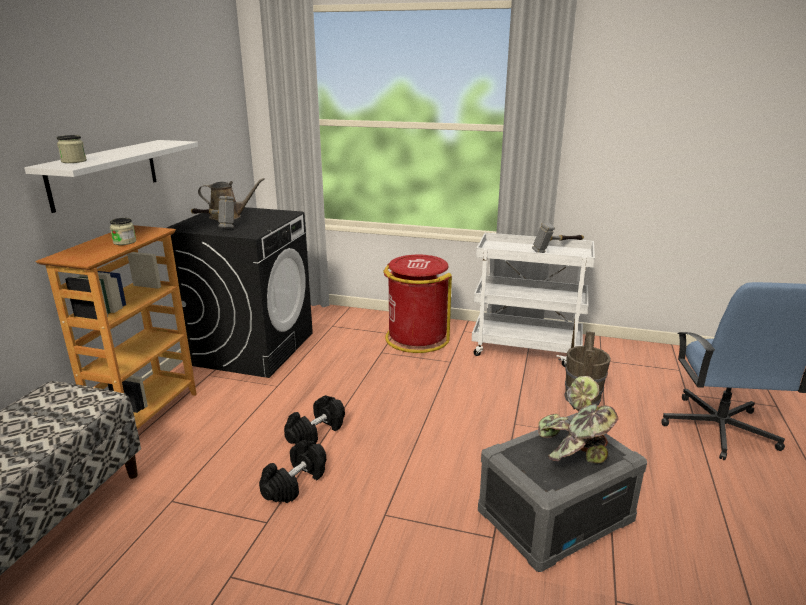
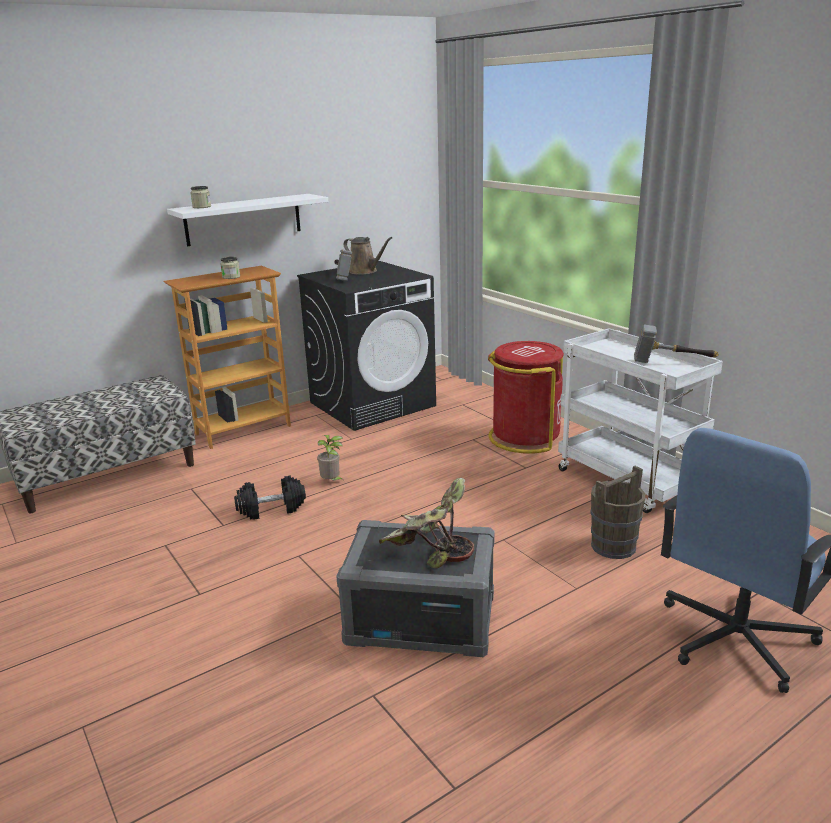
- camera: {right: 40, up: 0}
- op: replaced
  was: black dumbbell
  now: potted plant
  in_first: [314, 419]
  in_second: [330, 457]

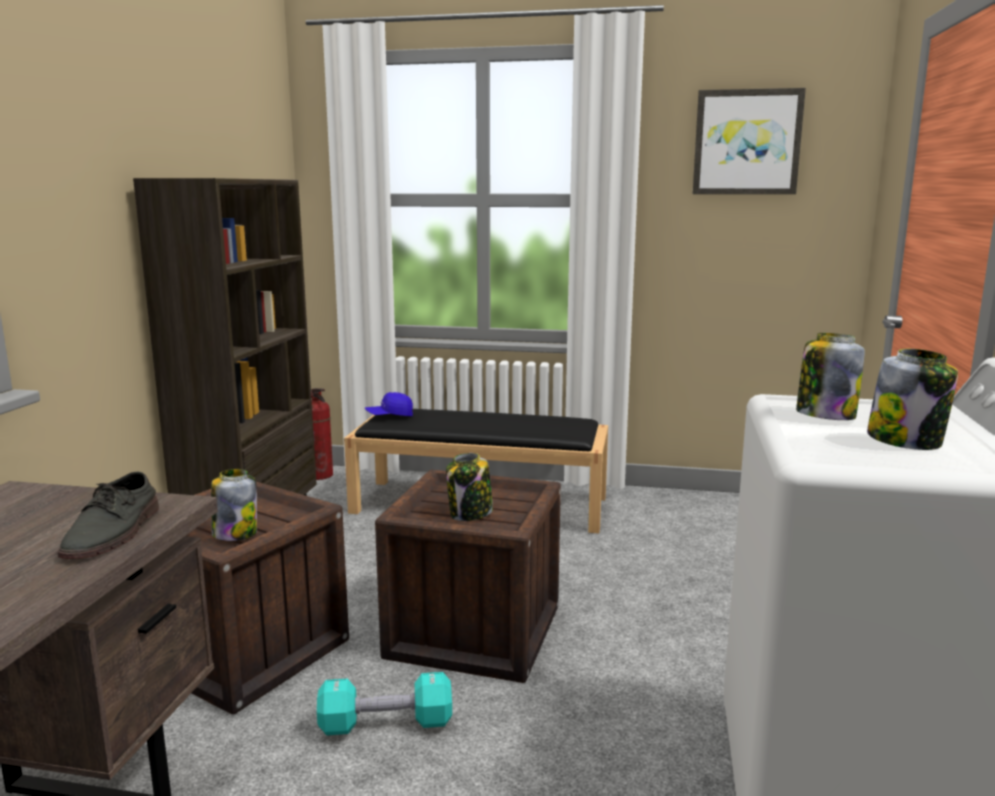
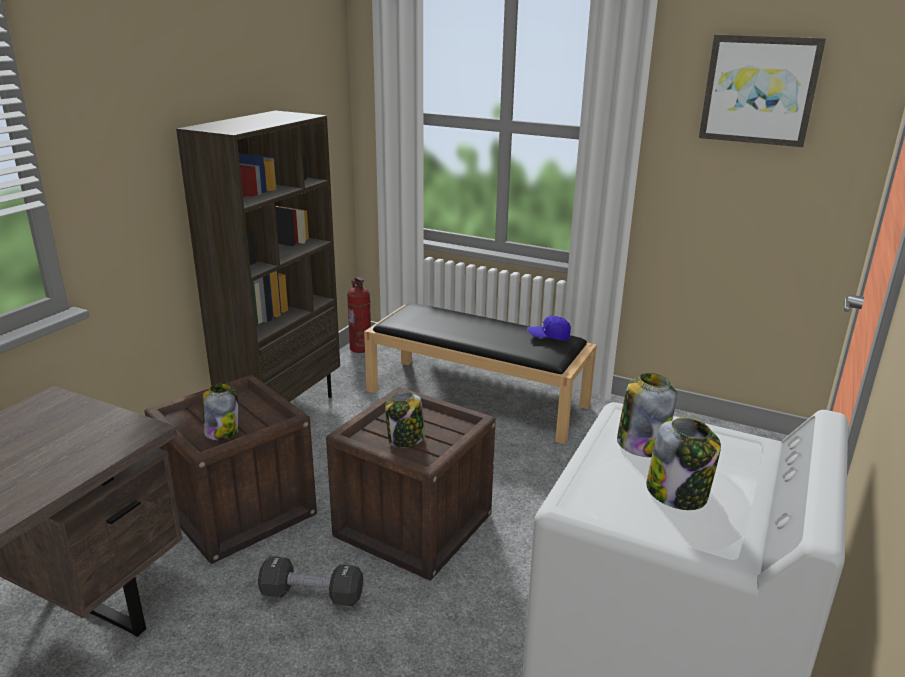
- camera: {right: 15, up: 10}
- op: removed
  was: grey shoe
  in_first: [108, 515]
- op: moved
  was: blue cap
  in_first: [389, 404]
  in_second: [549, 328]
- op: recoloured
  was: turquoise dumbbell
  now: black dumbbell
  in_first: [384, 703]
  in_second: [310, 581]

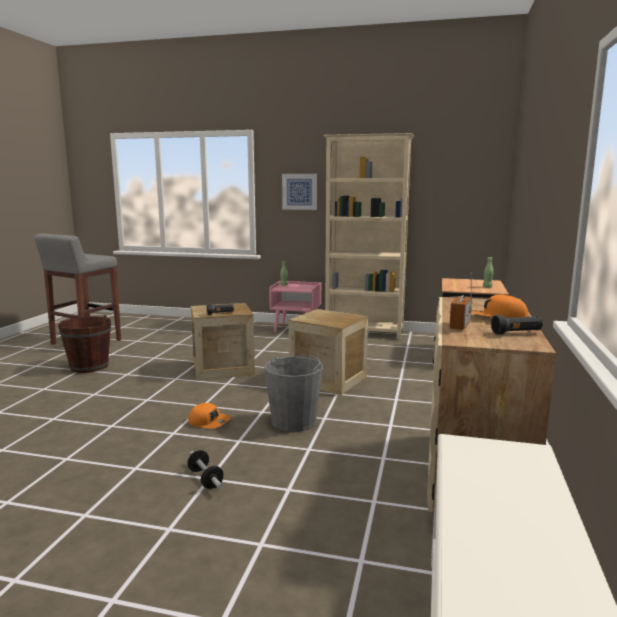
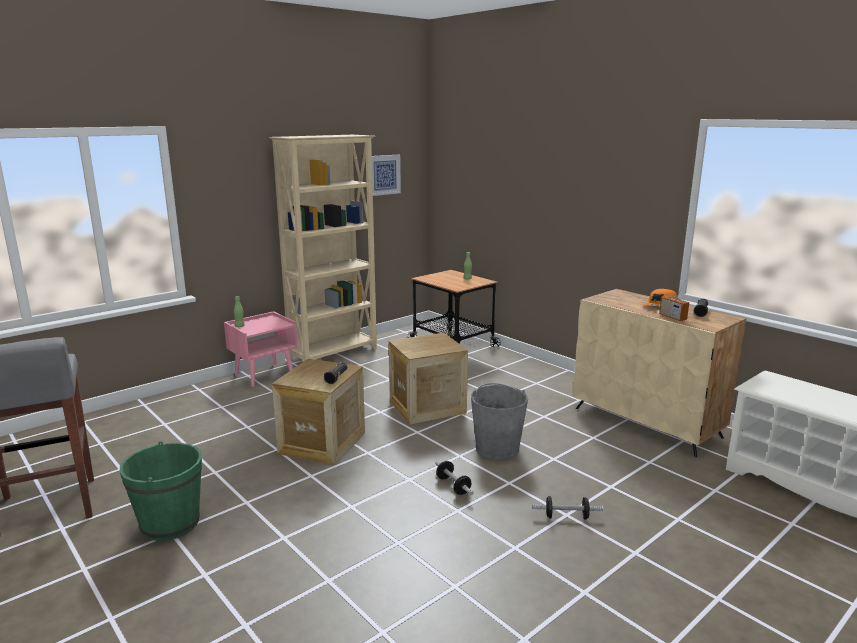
- camera: {right: -55, up: 5}
- op: moved
  was: picture
  in_first: [299, 192]
  in_second: [386, 175]
- op: replaced
  was: orange cap
  now: dumbbell
  in_first: [209, 416]
  in_second: [454, 478]
- op: recoloured
  was: brown bucket
  now: green bucket
  in_first: [84, 344]
  in_second: [161, 491]

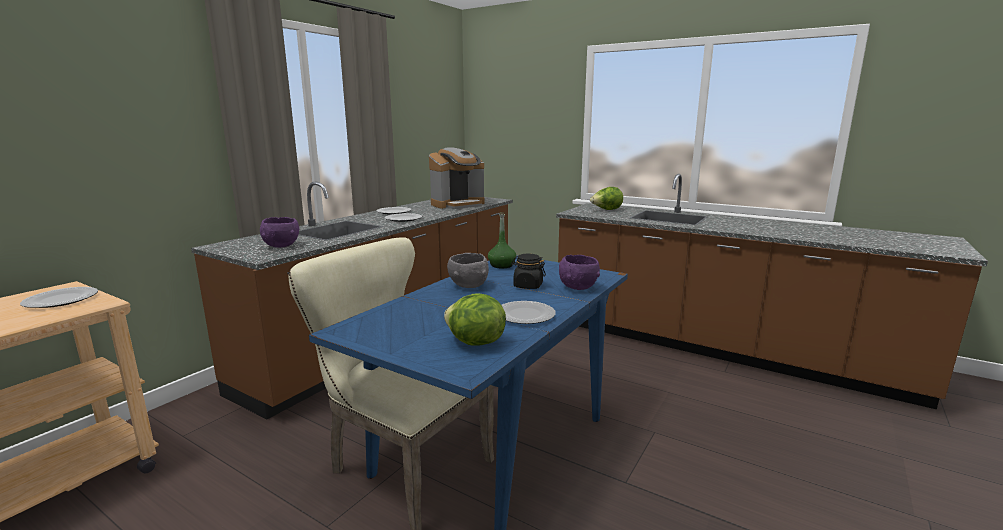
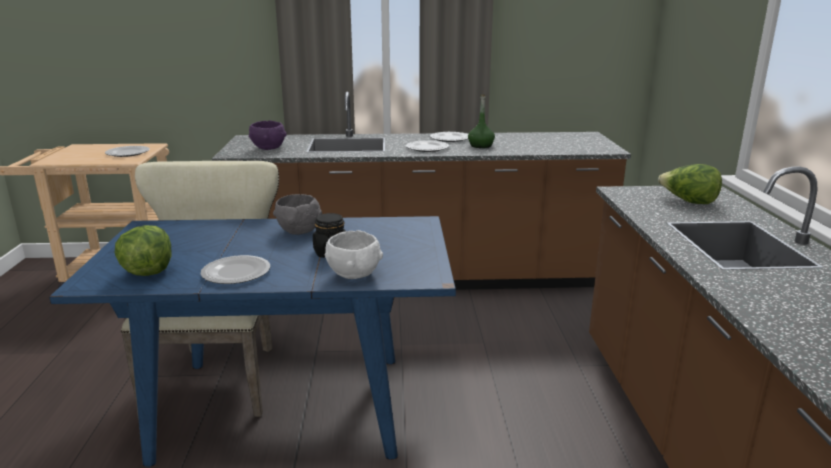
- camera: {right: 55, up: 5}
- op: removed
  was: coffee machine
  in_first: [457, 178]
- op: moved
  was: green bottle
  in_first: [502, 240]
  in_second: [481, 121]
- op: recoloured
  was: purple bowl
  now: white bowl
  in_first: [579, 272]
  in_second: [354, 254]

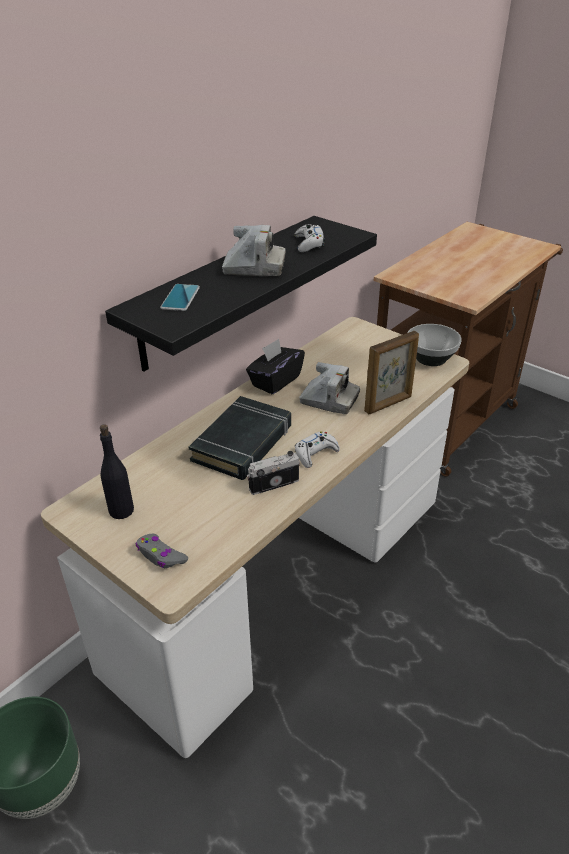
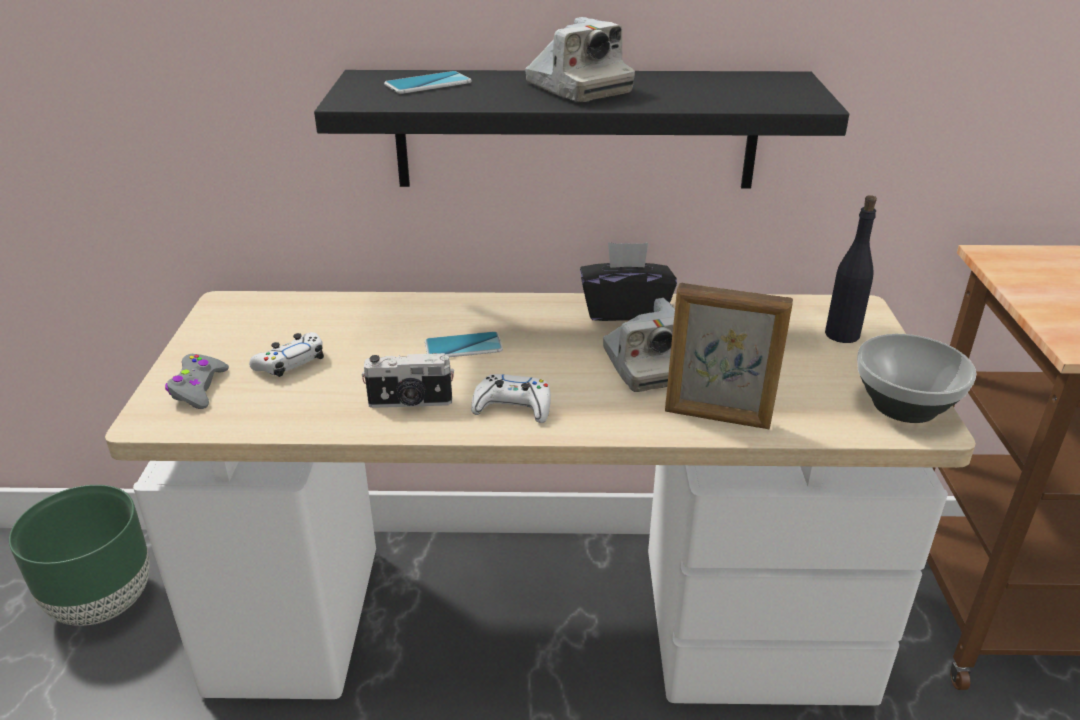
- camera: {right: 50, up: -5}
- op: moved
  was: black bottle
  in_first: [117, 471]
  in_second: [851, 269]
- op: moved
  was: white game controller
  in_first: [309, 238]
  in_second: [286, 354]
- op: replaced
  was: black book
  now: phone
  in_first: [240, 438]
  in_second: [464, 344]
- op: turned
  was: photo camera
  in_first: [273, 473]
  in_second: [408, 380]
  clockwise: 150

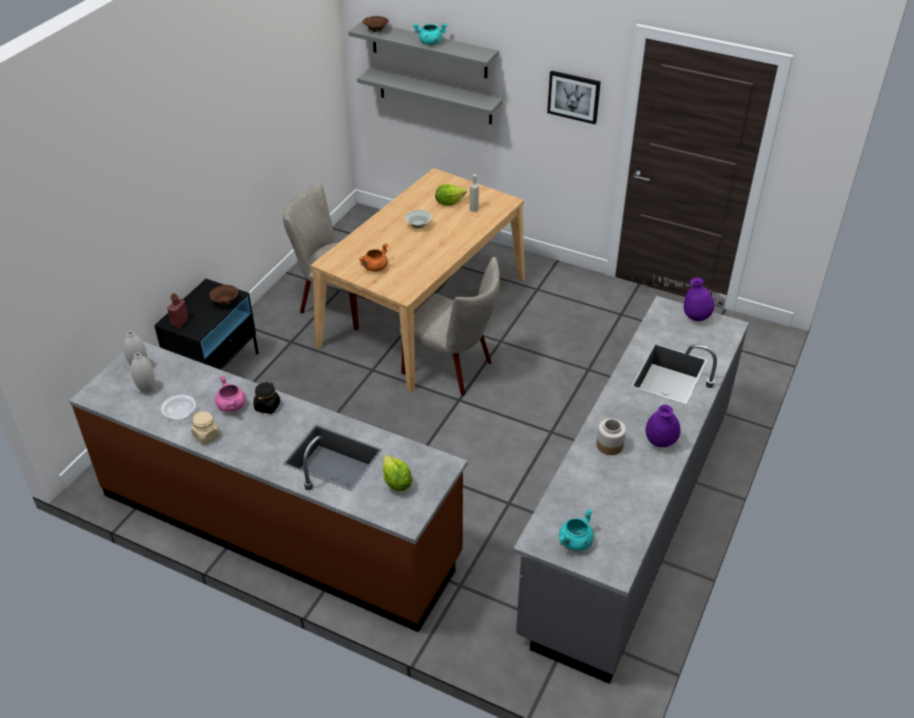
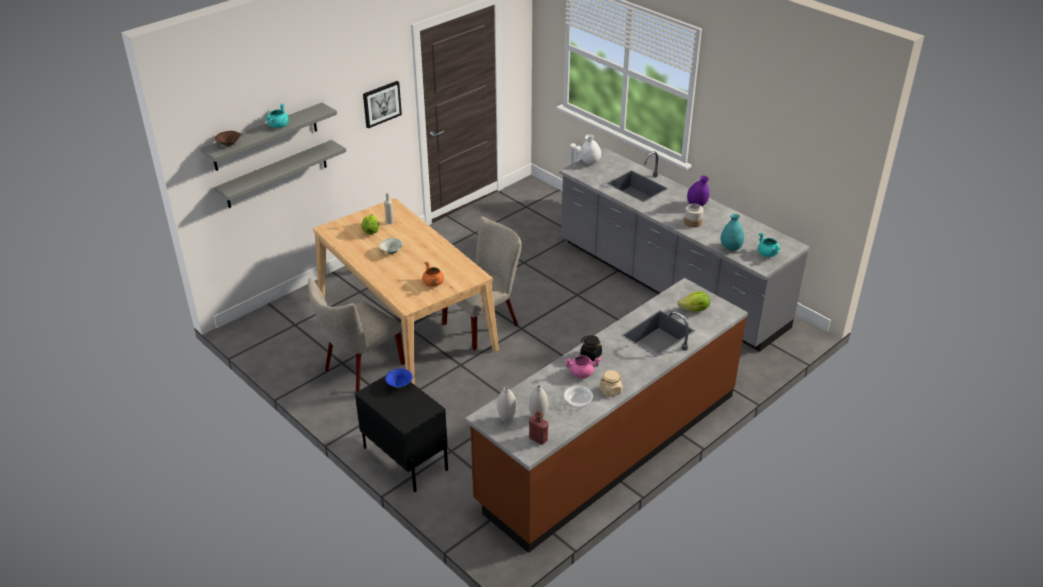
- camera: {right: -70, up: -5}
- op: added
  now: turquoise vase
  in_second: [732, 232]
- op: moved
  was: red bottle
  in_first: [177, 310]
  in_second: [539, 427]
- op: recoloured
  was: brown bowl
  now: blue bowl
  in_first: [223, 295]
  in_second: [399, 378]
- op: recoloured
  was: purple vase
  now: white vase
  in_first: [699, 299]
  in_second: [591, 149]

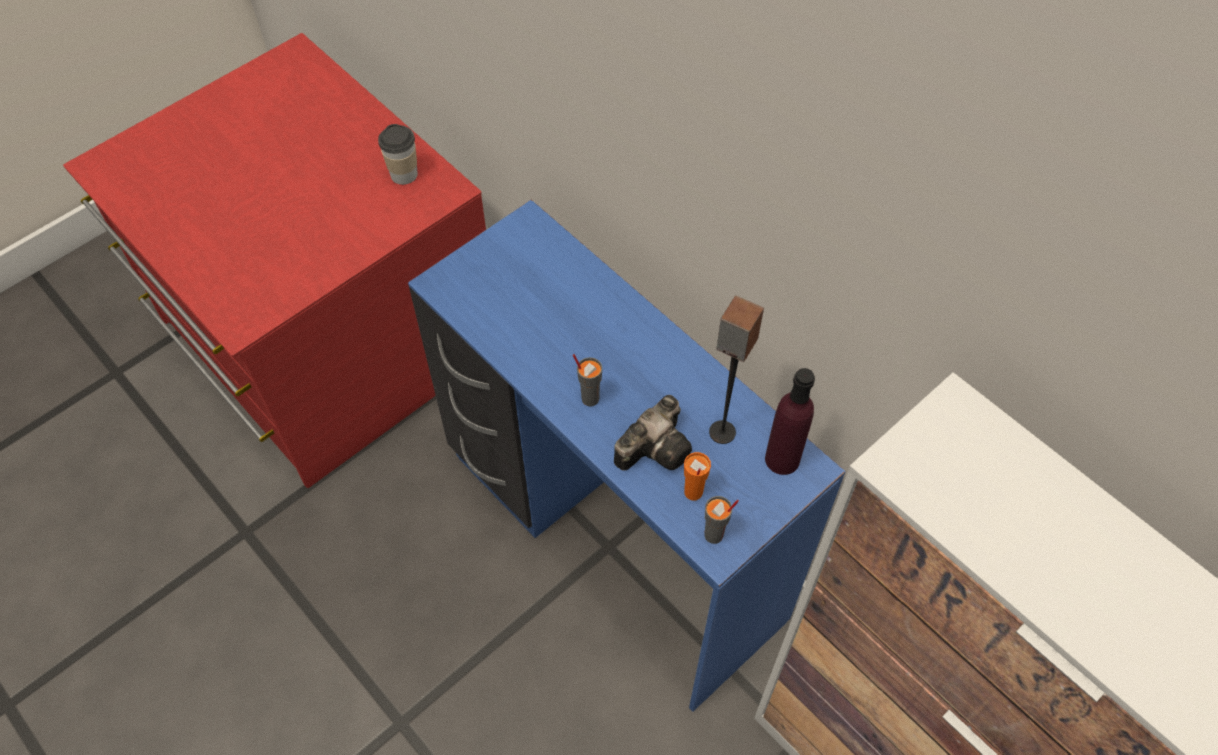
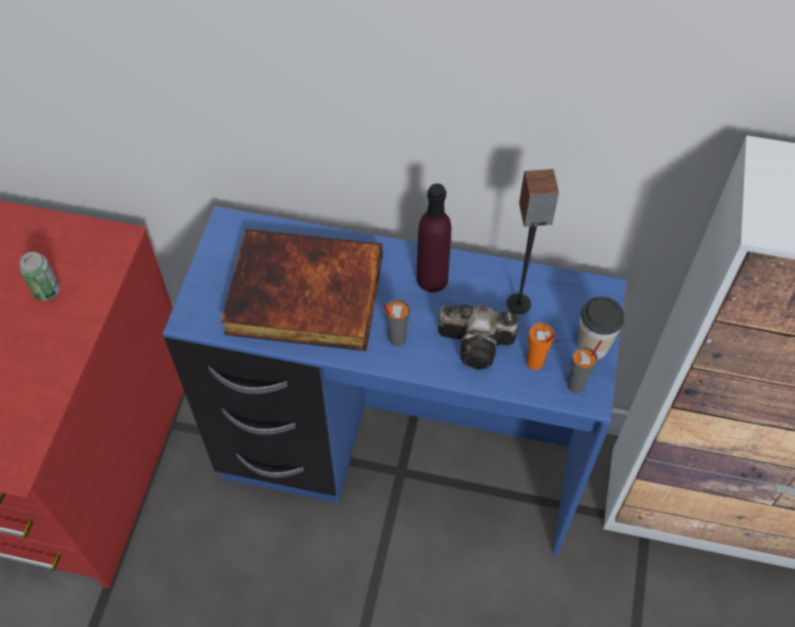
- camera: {right: -35, up: 0}
- op: added
  now: can
  in_second: [39, 276]
- op: added
  now: book
  in_second: [301, 290]
- op: moved
  was: cup
  in_first: [398, 154]
  in_second: [601, 328]
- op: moved
  was: purple bottle
  in_first: [790, 421]
  in_second: [434, 237]
- op: turned
  was: photo camera
  in_first: [653, 433]
  in_second: [478, 337]
  clockwise: 90

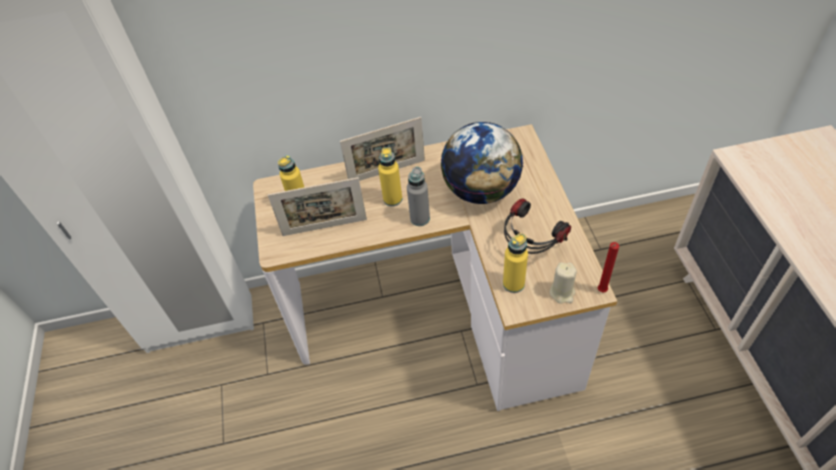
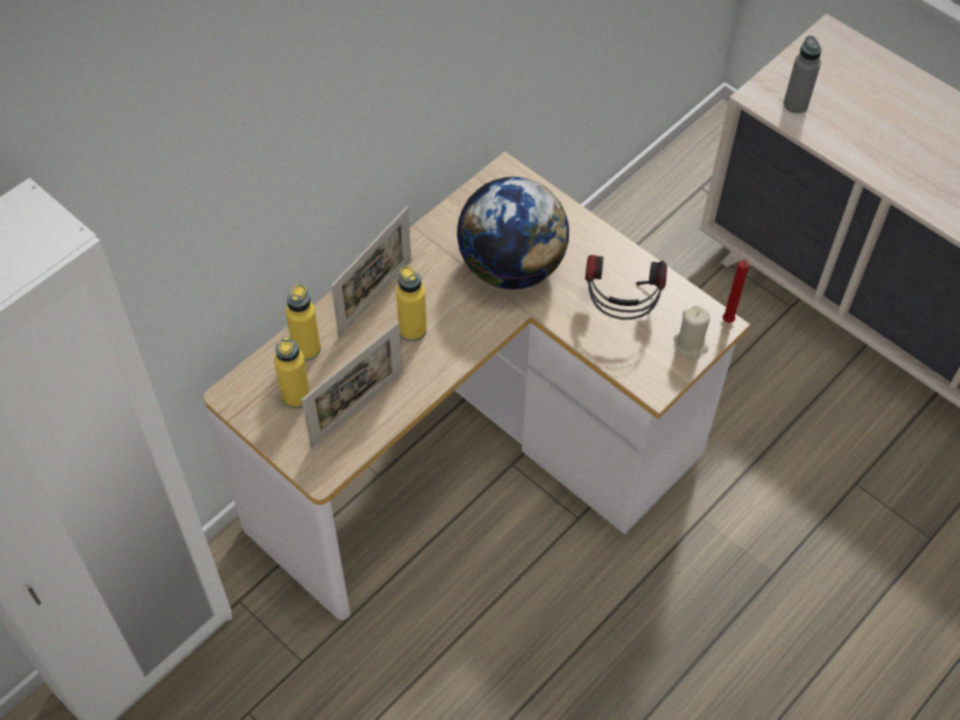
- camera: {right: -40, up: 5}
- op: moved
  was: grey bottle
  in_first: [418, 196]
  in_second: [802, 74]
- op: moved
  was: yellow bottle
  in_first: [515, 263]
  in_second: [303, 322]

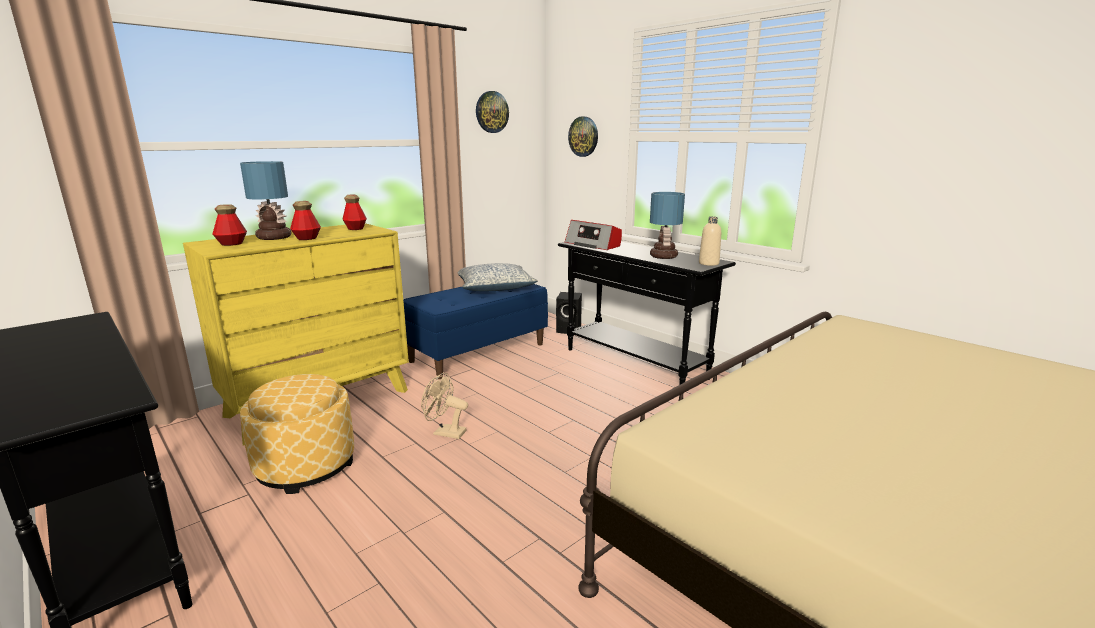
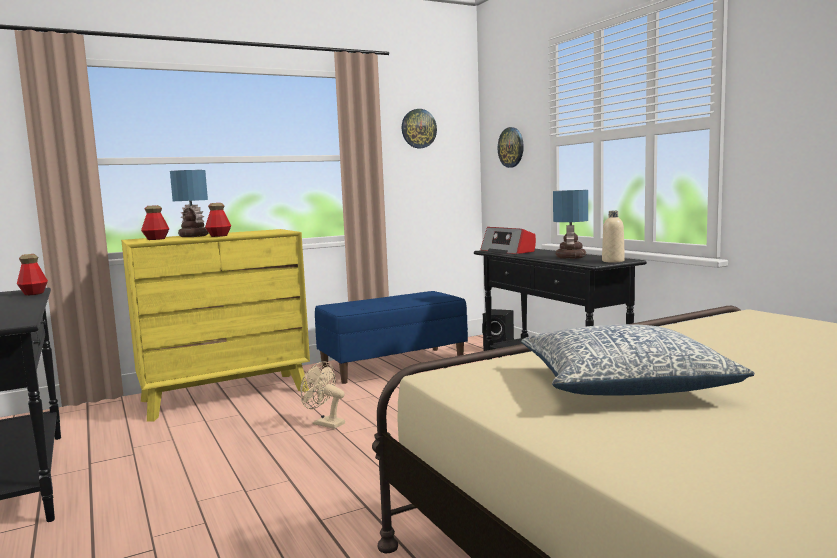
- camera: {right: 15, up: -10}
- op: removed
  was: ottoman
  in_first: [297, 434]
- op: moved
  was: bottle
  in_first: [354, 212]
  in_second: [32, 274]
- op: moved
  was: pillow
  in_first: [497, 277]
  in_second: [638, 359]

